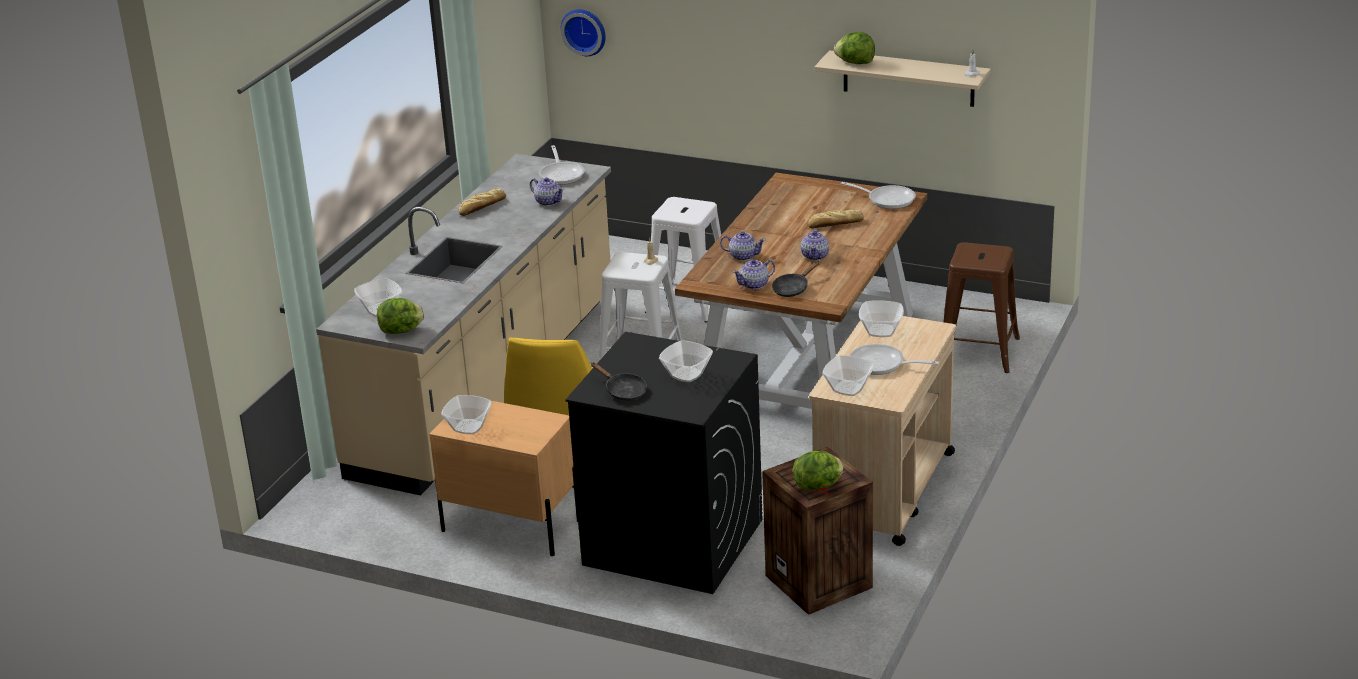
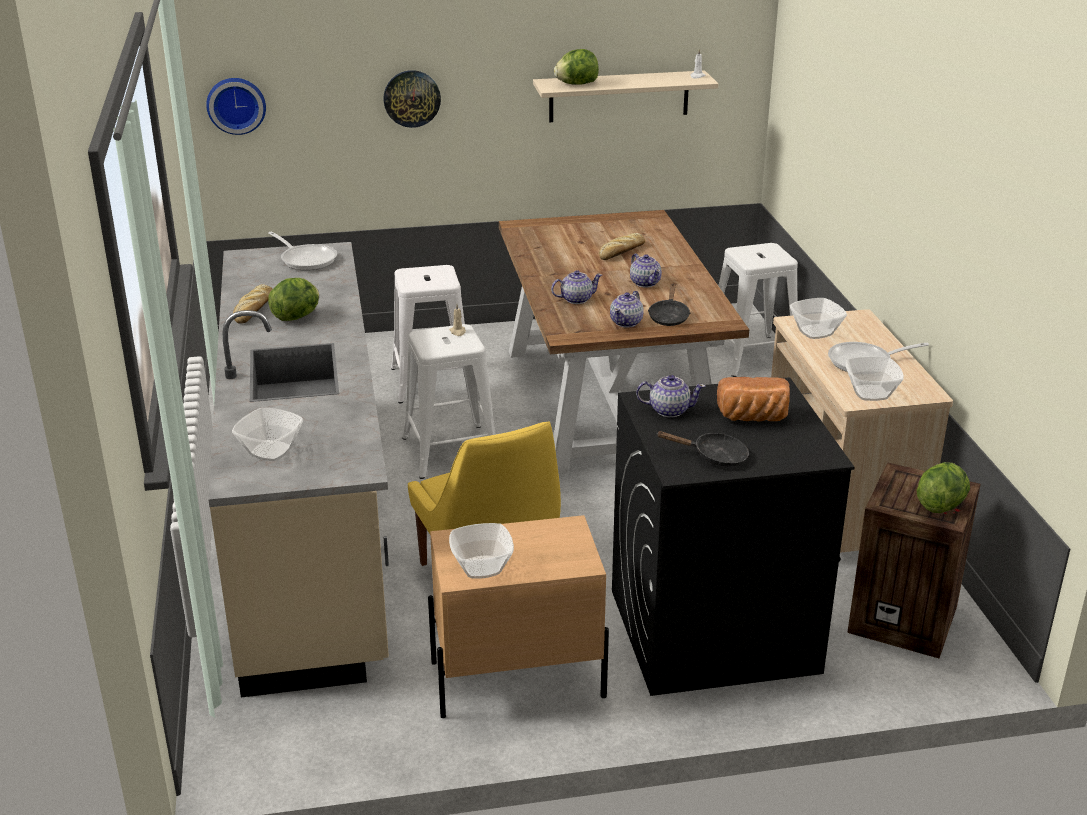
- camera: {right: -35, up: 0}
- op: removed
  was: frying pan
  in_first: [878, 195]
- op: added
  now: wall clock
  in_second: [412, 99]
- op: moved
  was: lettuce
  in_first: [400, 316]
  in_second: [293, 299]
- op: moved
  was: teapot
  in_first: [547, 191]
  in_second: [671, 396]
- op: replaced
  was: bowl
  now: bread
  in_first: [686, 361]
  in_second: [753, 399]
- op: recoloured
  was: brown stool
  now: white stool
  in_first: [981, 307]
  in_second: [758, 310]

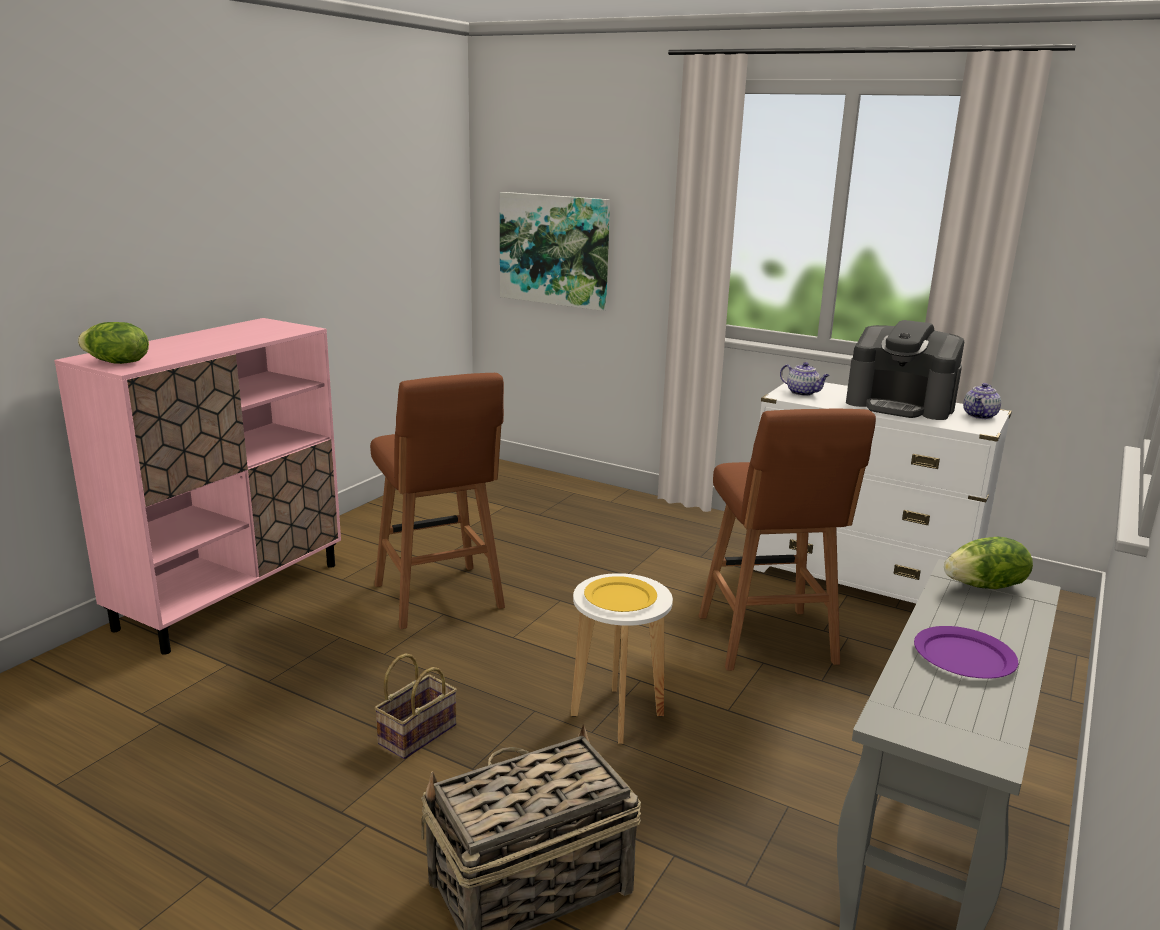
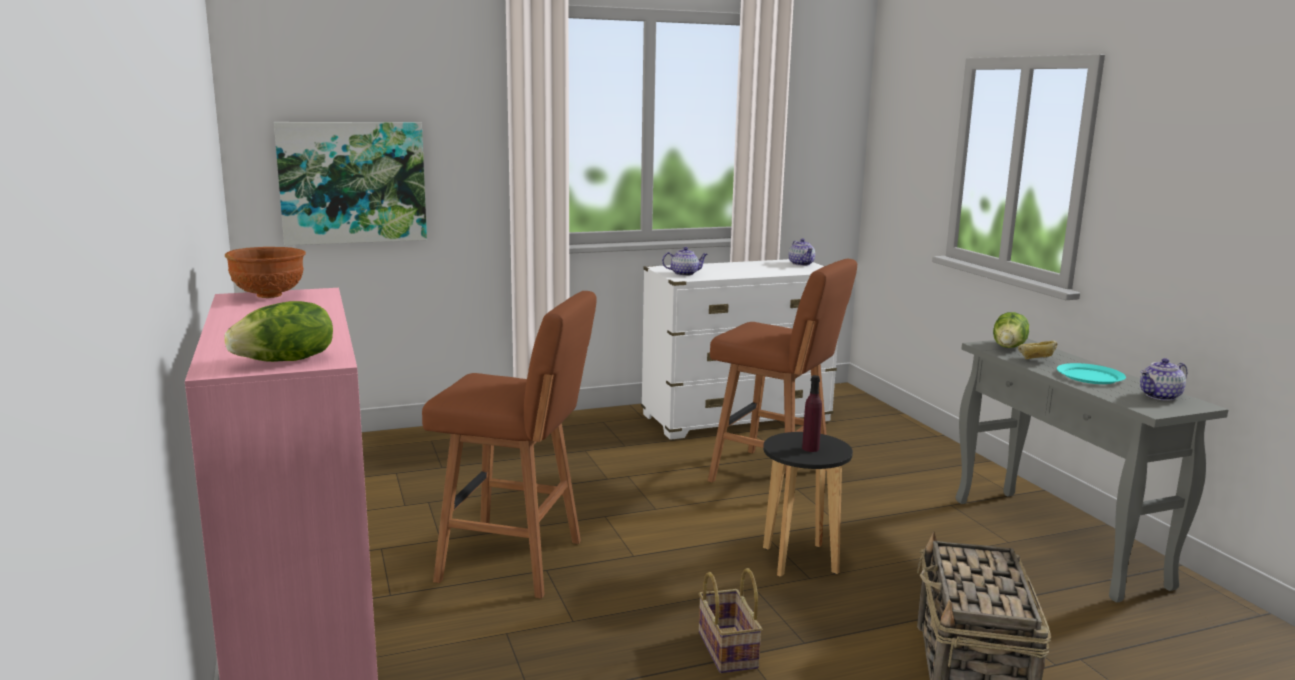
- camera: {right: -50, up: -5}
- op: removed
  was: coffee machine
  in_first: [905, 370]
- op: added
  now: brown bowl
  in_second: [265, 272]
- op: added
  now: bread
  in_second: [1037, 350]
- op: added
  now: teapot
  in_second: [1163, 379]
- op: replaced
  was: yellow plate
  now: purple bottle
  in_first: [620, 594]
  in_second: [812, 413]
- op: recoloured
  was: white stool
  now: black stool
  in_first: [622, 658]
  in_second: [808, 504]
- op: recoloured
  was: purple plate
  now: turquoise plate
  in_first: [966, 652]
  in_second: [1091, 373]

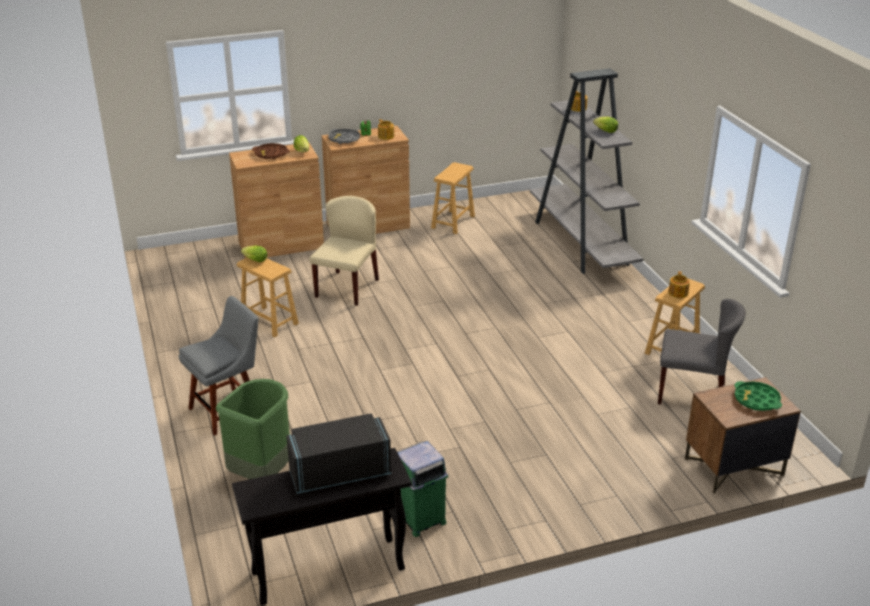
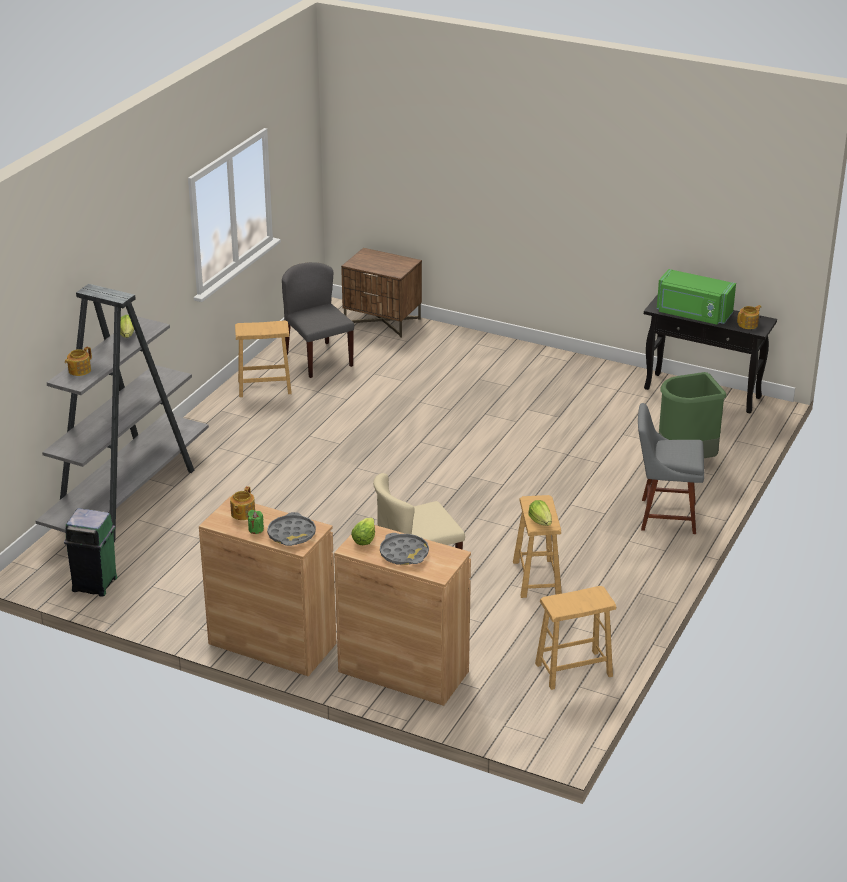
- camera: {right: -135, up: 0}
- op: removed
  was: green tray
  in_first: [758, 396]
- op: moved
  was: green trash can
  in_first: [423, 489]
  in_second: [90, 552]
- op: moved
  was: brown stool
  in_first: [453, 198]
  in_second: [575, 638]
- op: moved
  was: teapot
  in_first: [679, 284]
  in_second: [749, 317]
- op: recoloured
  was: brown tray
  now: grey tray
  in_first: [271, 151]
  in_second: [404, 549]
- op: recoloured
  was: black microwave
  now: green microwave
  in_first: [338, 454]
  in_second: [696, 297]

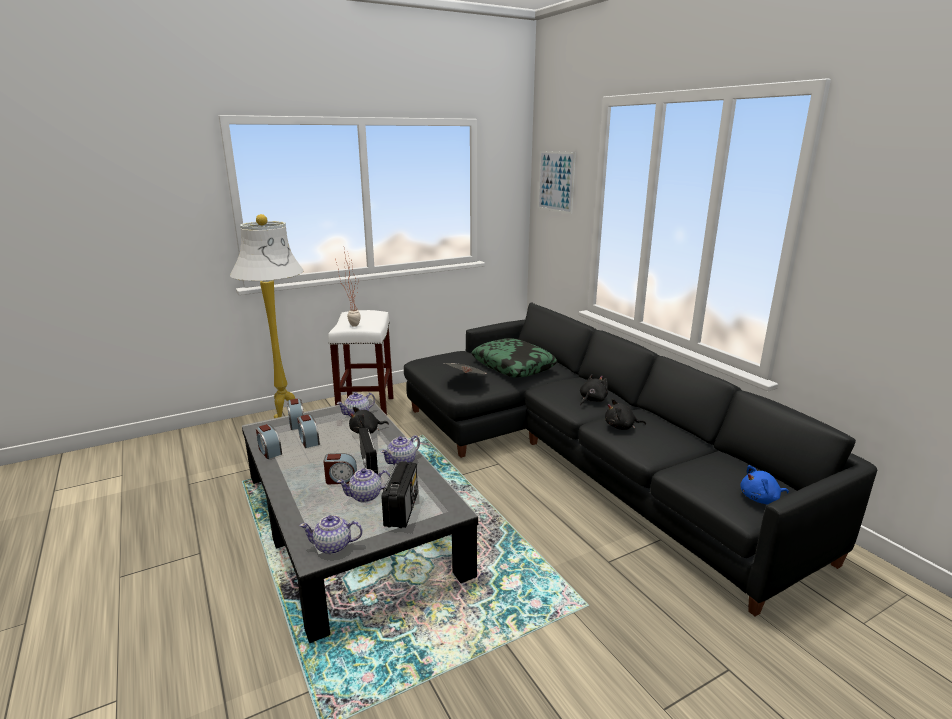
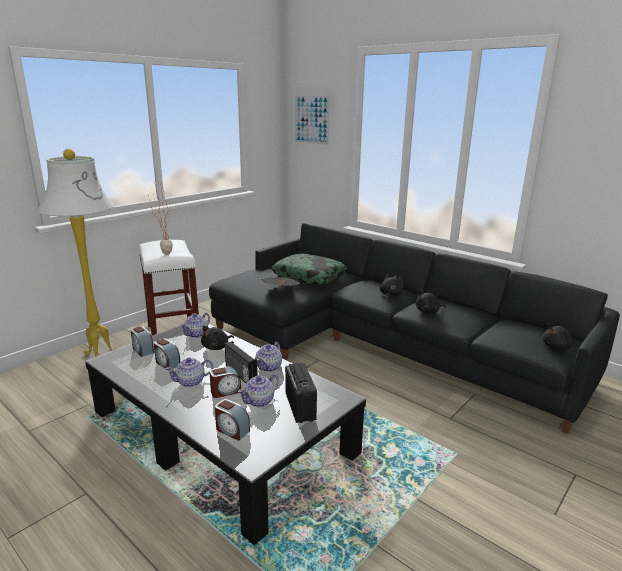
- camera: {right: -20, up: 0}
- op: moved
  was: alarm clock
  in_first: [269, 441]
  in_second: [232, 420]
- op: moved
  was: teapot
  in_first: [331, 534]
  in_second: [189, 372]
- op: recoloured
  was: blue plush toy
  now: black plush toy
  in_first: [765, 484]
  in_second: [558, 336]

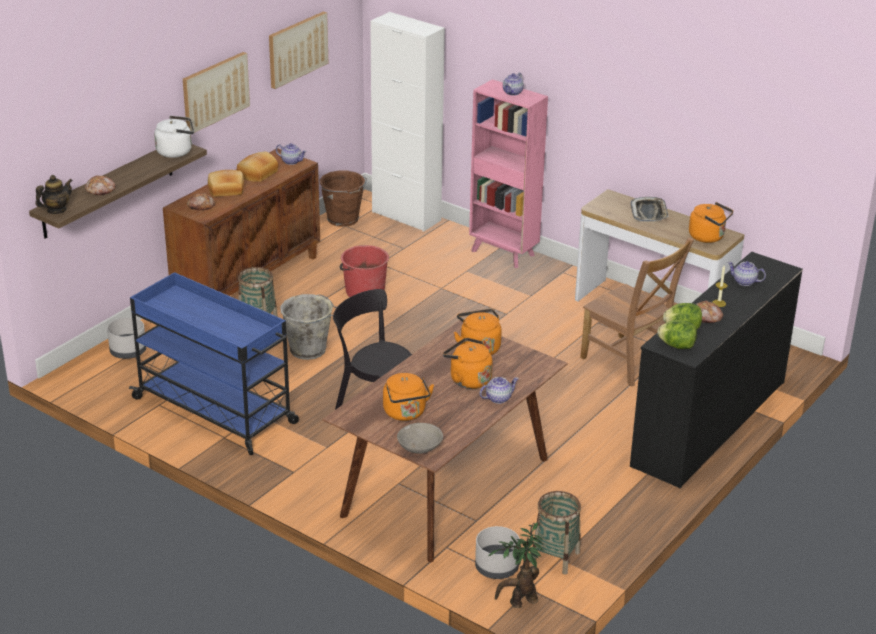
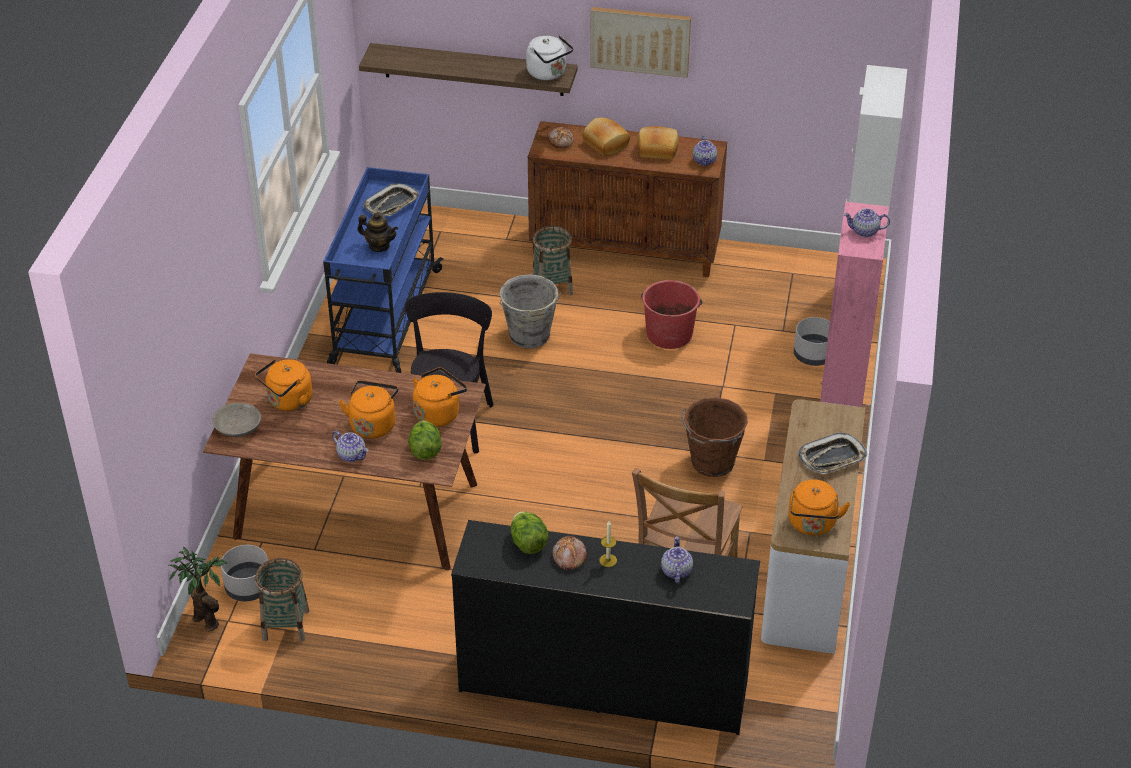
- camera: {right: 65, up: 10}
- op: removed
  was: bread
  in_first: [100, 185]
- op: removed
  was: picture
  in_first: [299, 50]
- op: added
  now: tray
  in_second: [391, 199]
- op: moved
  was: teapot
  in_first: [54, 194]
  in_second: [378, 232]
- op: moved
  was: grey planter
  in_first: [126, 338]
  in_second: [812, 341]
- op: moved
  was: brown bucket
  in_first: [343, 199]
  in_second: [714, 437]
- op: moved
  was: lettuce
  in_first: [677, 334]
  in_second: [425, 440]

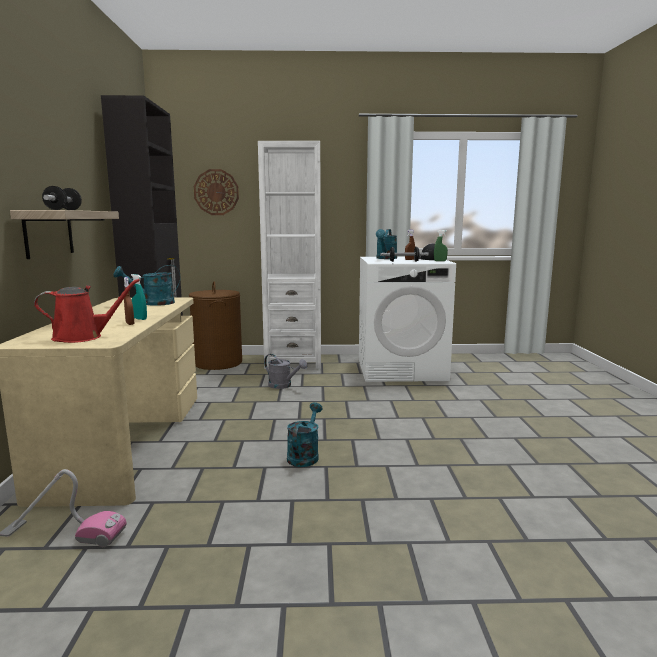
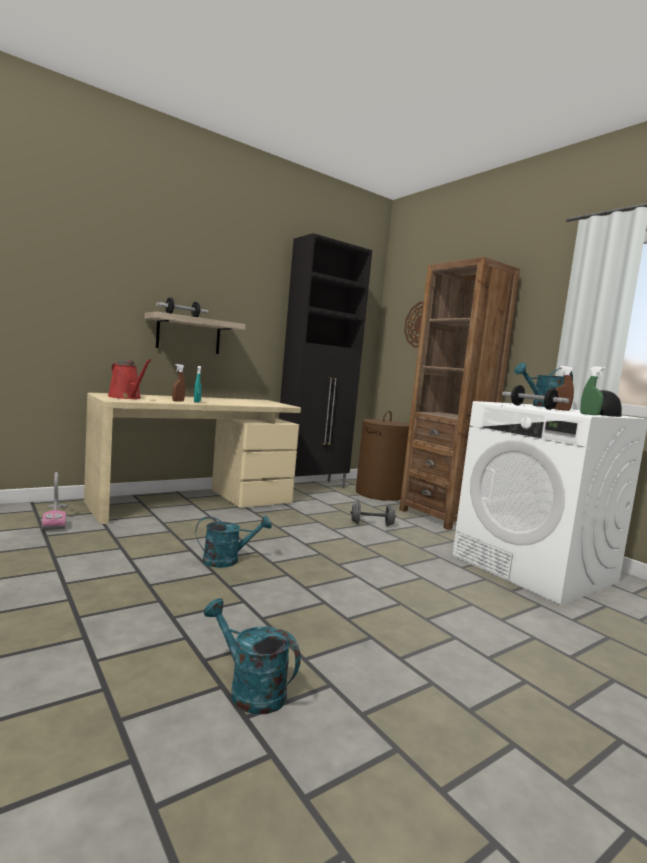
- camera: {right: 55, up: -5}
- op: moved
  was: turquoise watering can
  in_first: [147, 285]
  in_second: [252, 656]
- op: replaced
  was: grey watering can
  now: grey dumbbell
  in_first: [285, 371]
  in_second: [373, 514]
- op: recoloured
  was: white bookcase
  now: brown bookcase
  in_first: [289, 255]
  in_second: [459, 393]

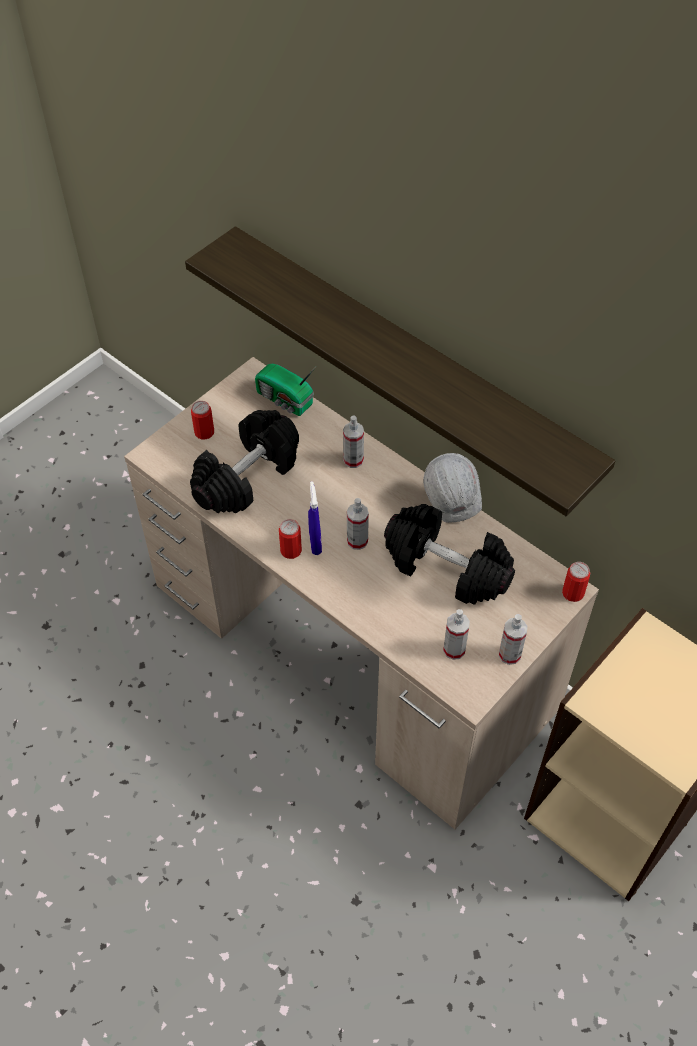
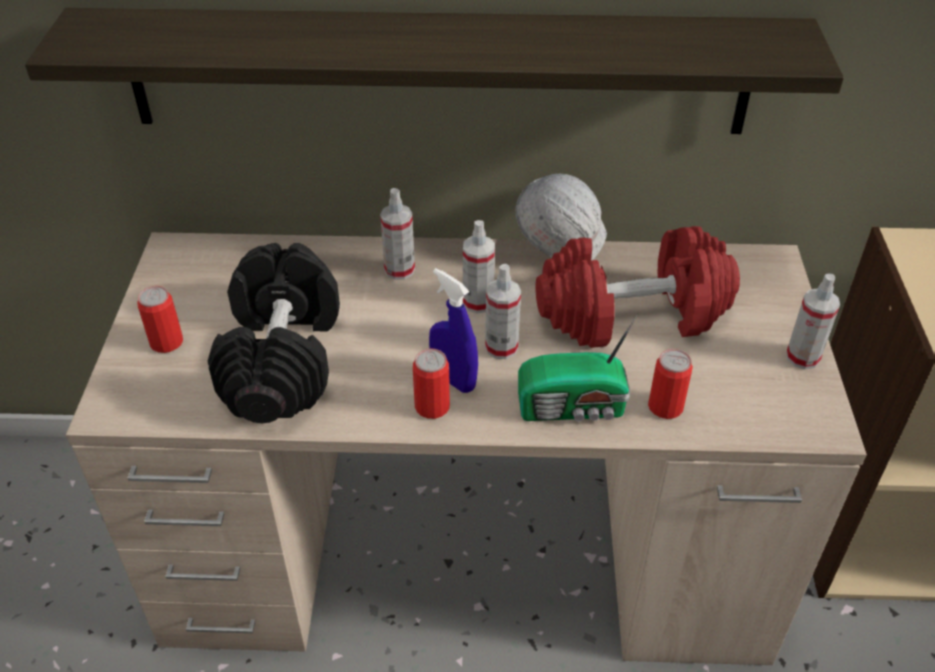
- camera: {right: -40, up: -10}
- op: moved
  was: radio
  in_first: [285, 389]
  in_second: [578, 367]
- op: moved
  was: spray bottle
  in_first: [456, 634]
  in_second: [479, 266]
- op: moved
  was: can
  in_first: [576, 582]
  in_second: [670, 384]
- op: recoloured
  was: black dumbbell
  now: red dumbbell
  in_first: [449, 554]
  in_second: [637, 287]

